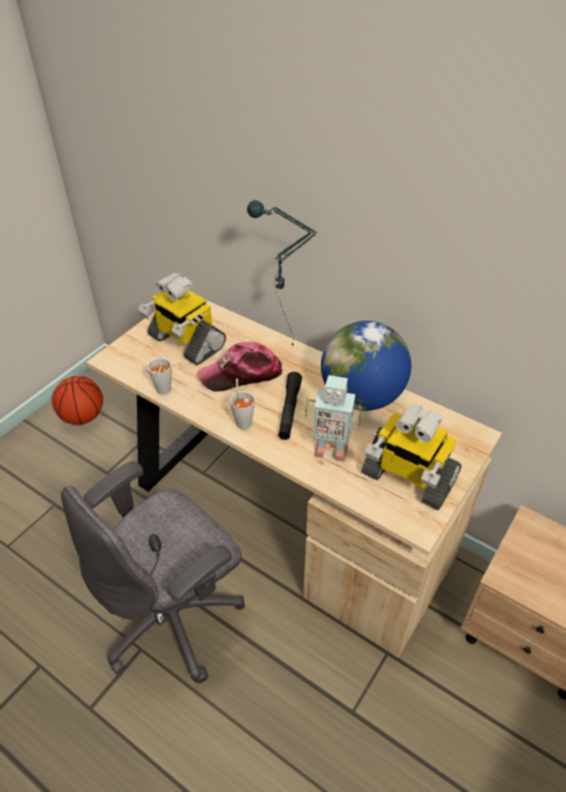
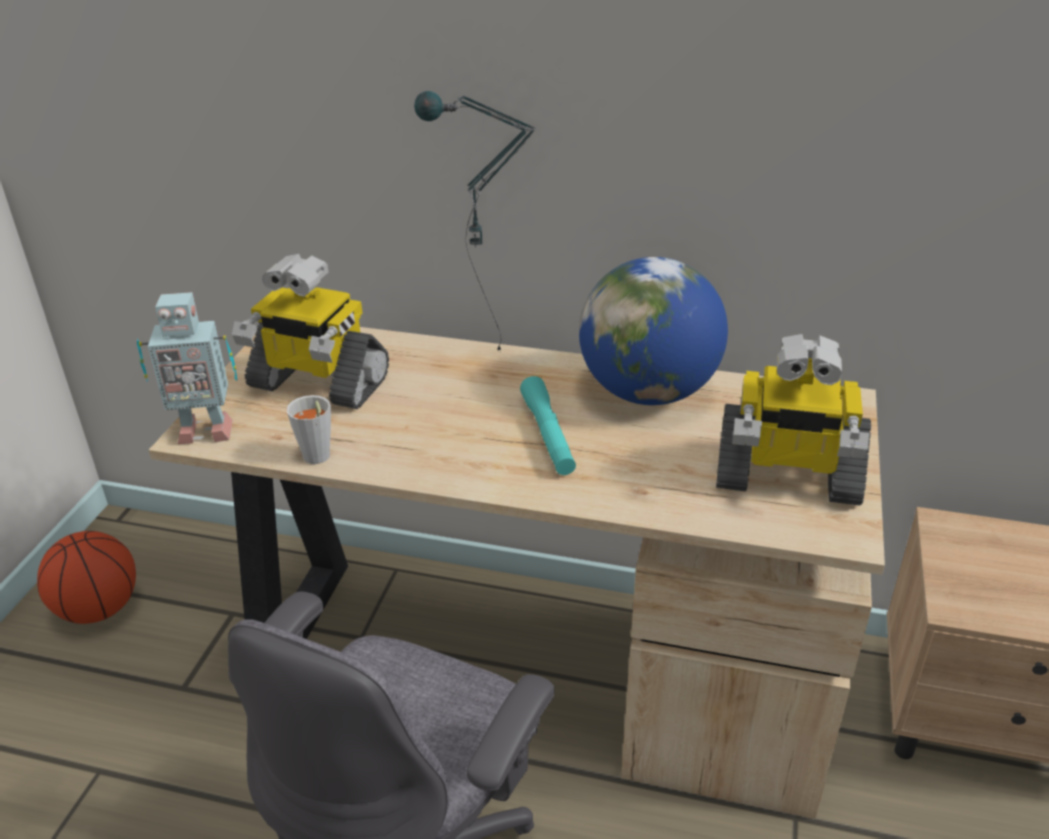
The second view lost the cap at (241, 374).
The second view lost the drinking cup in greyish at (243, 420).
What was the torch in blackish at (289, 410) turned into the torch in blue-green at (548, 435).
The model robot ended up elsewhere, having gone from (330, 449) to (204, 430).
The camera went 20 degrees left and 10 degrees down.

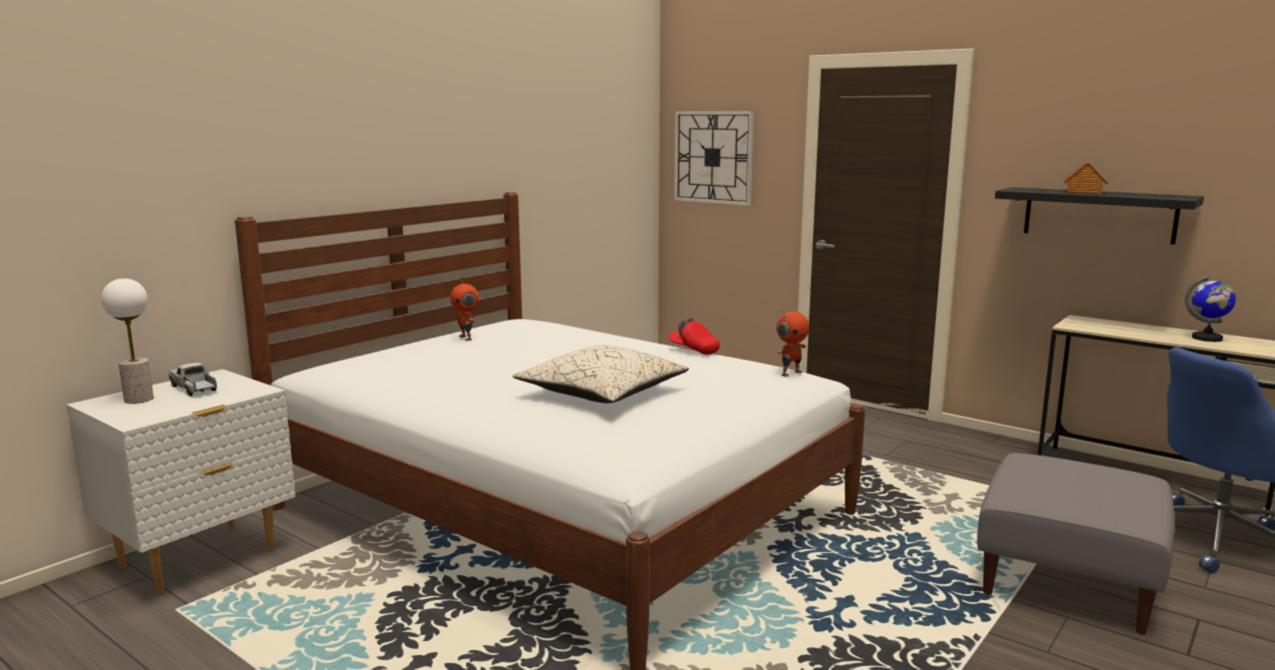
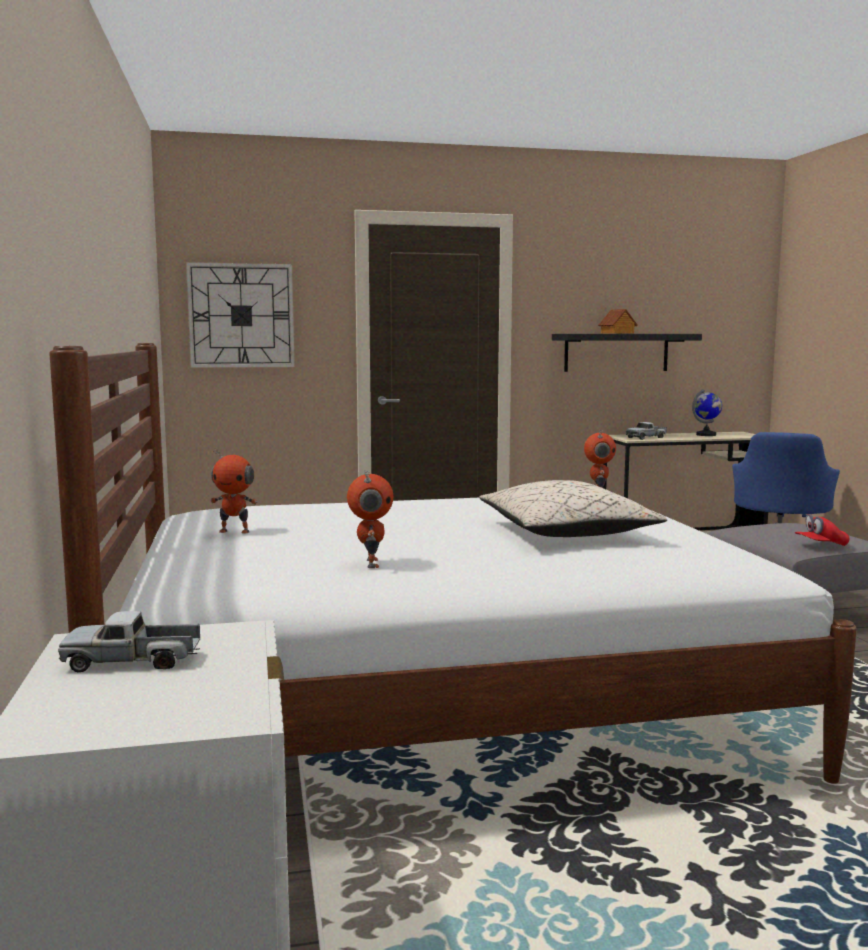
The second view lost the table lamp at (139, 399).
The cap in reddish ended up elsewhere, having gone from (693, 350) to (821, 545).
The second view gained the model robot at (370, 563).
The second view gained the toy truck at (646, 438).
The camera went 50 degrees left and 5 degrees down.

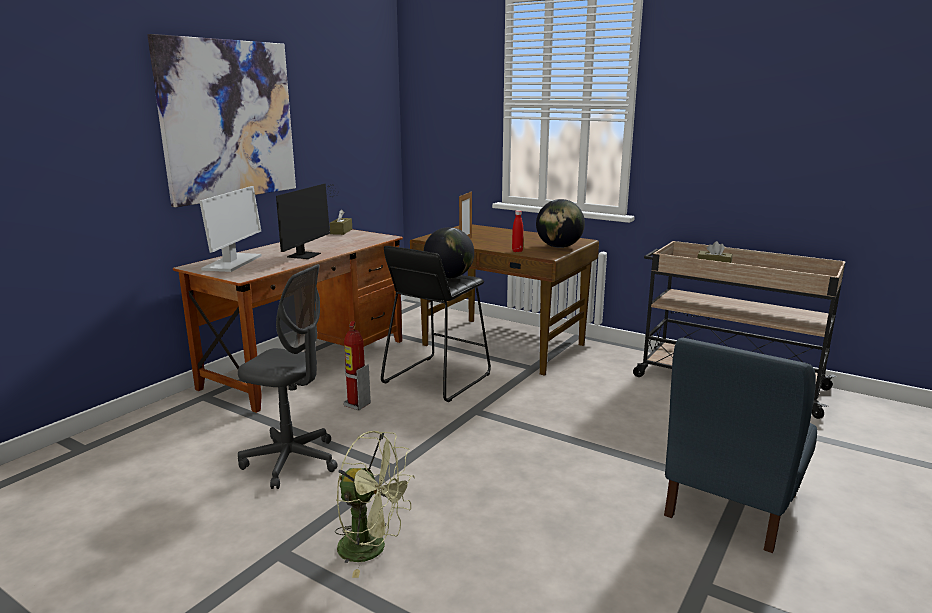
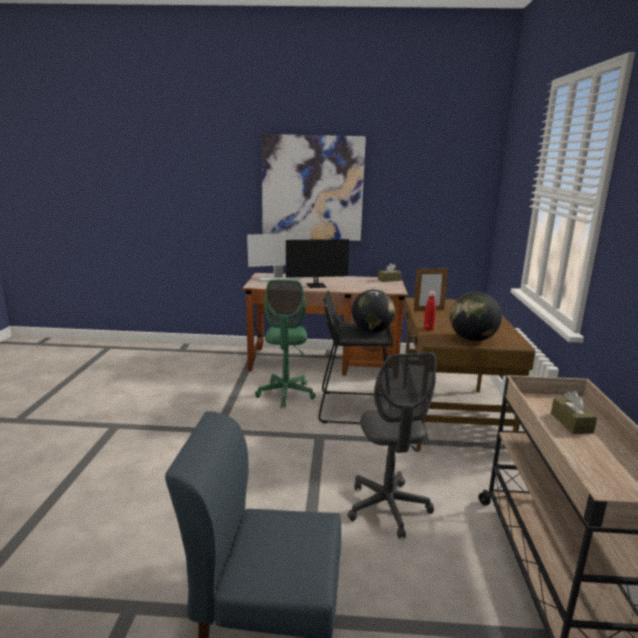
The desk chair in greyish ended up elsewhere, having gone from (291, 461) to (388, 508).
The second view lost the fan in greenish at (372, 548).
Where the fire-fighting cylinder stood at (356, 405), the desk chair in greenish came to stand at (285, 394).
The camera went 60 degrees right and 0 degrees up.

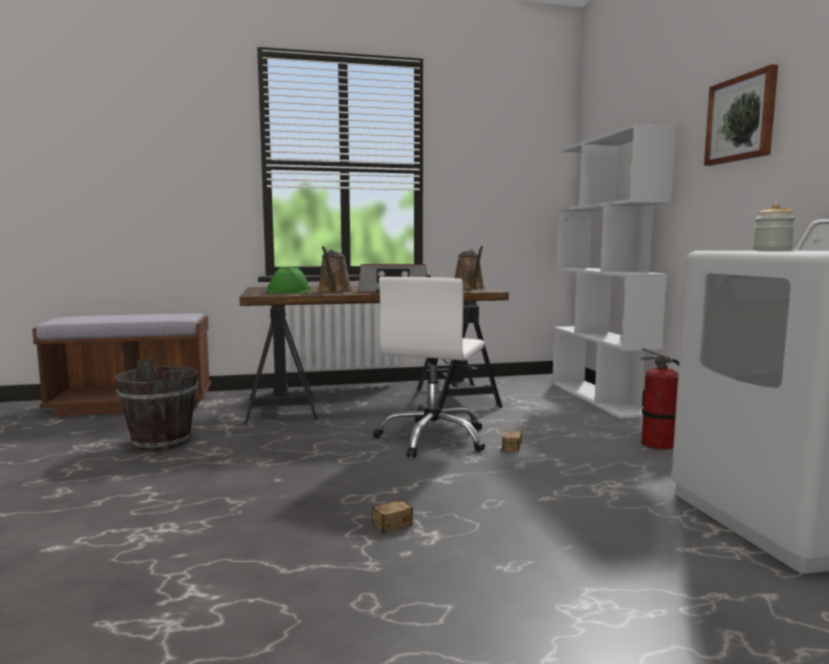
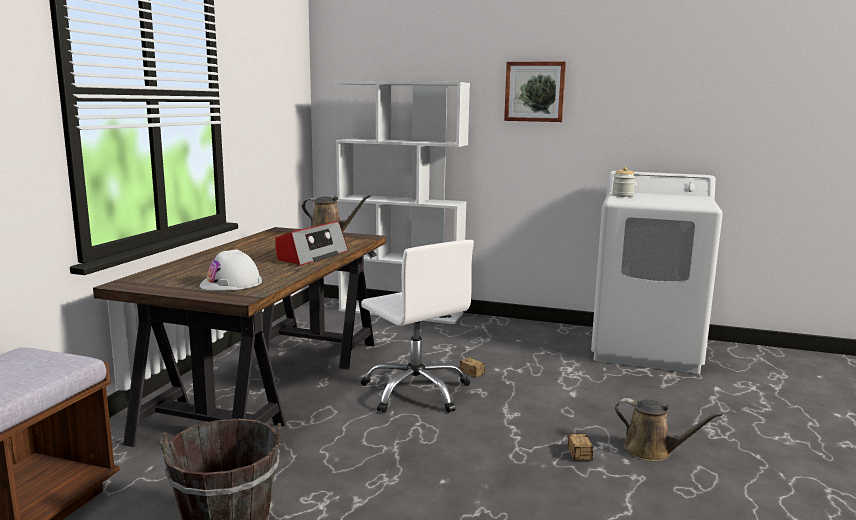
What was the work helmet in greenish at (287, 292) turned into the work helmet in white-coloured at (231, 283).
The sprinkling can in brown ended up elsewhere, having gone from (334, 291) to (652, 451).
The second view lost the fire-fighting cylinder at (658, 445).
The camera went 60 degrees left and 5 degrees up.

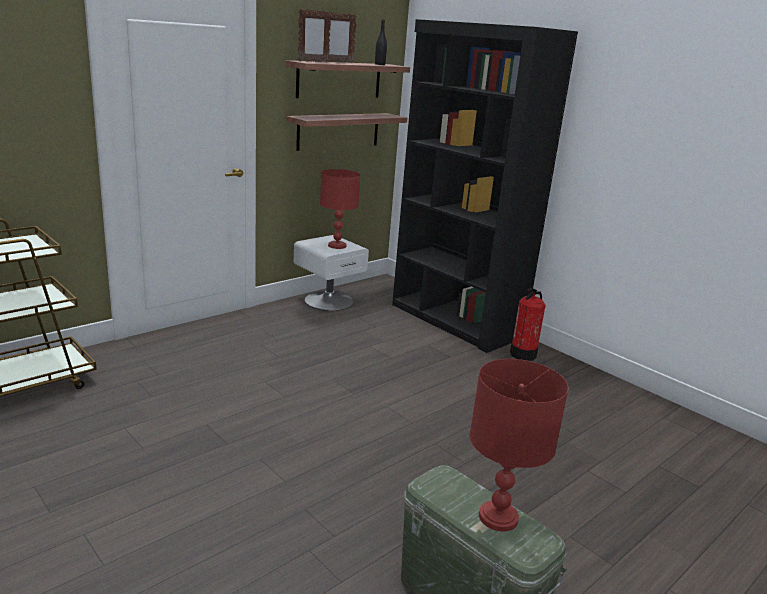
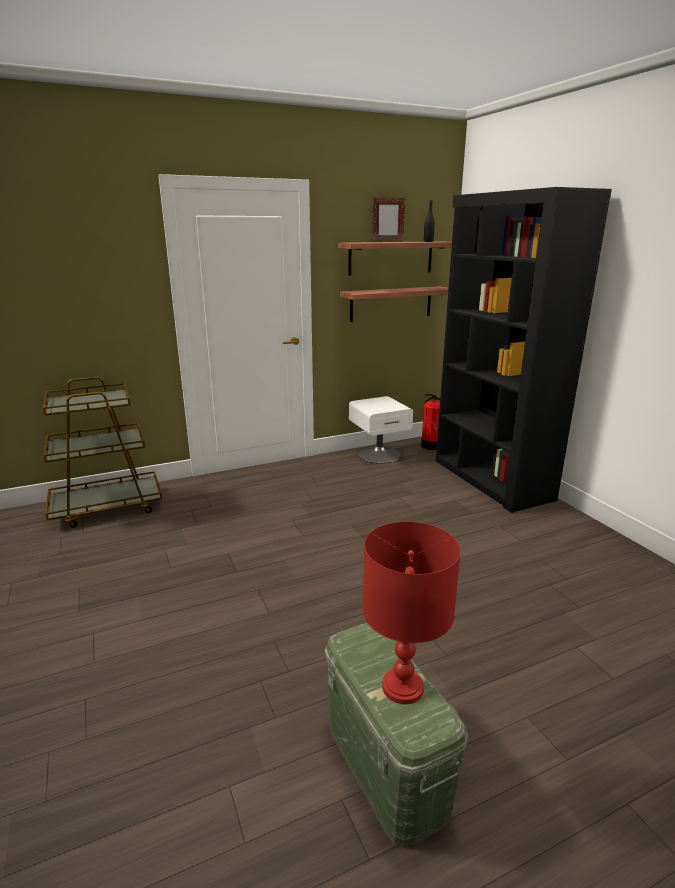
The second view lost the photo frame at (313, 62).
The second view lost the table lamp in reddish at (336, 246).
The fire-fighting cylinder ended up elsewhere, having gone from (523, 354) to (431, 446).
The camera went 20 degrees right and 0 degrees up.

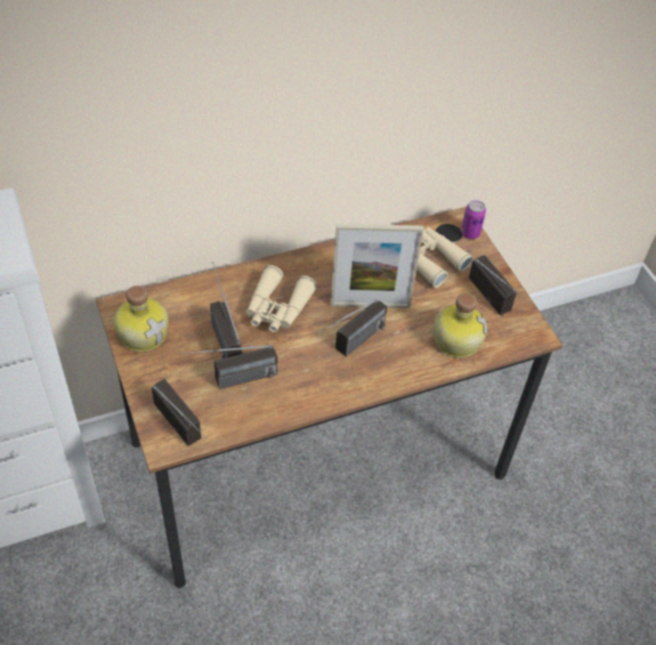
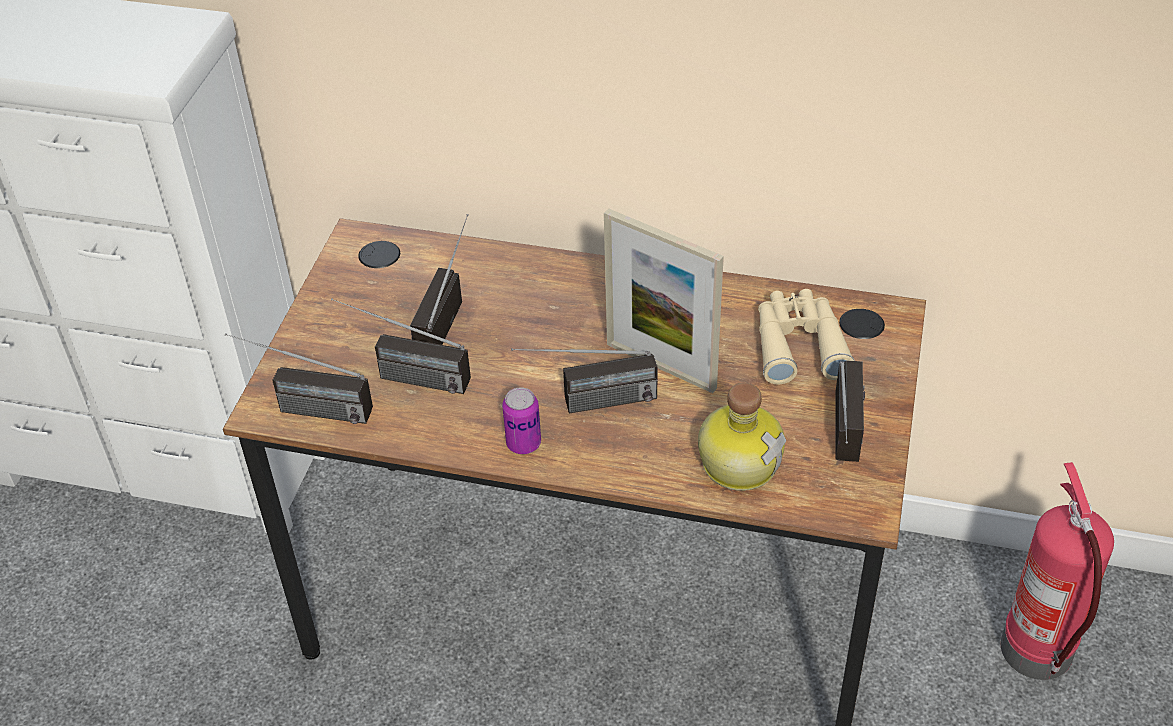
The second view lost the drink bottle at (143, 333).
The radio set at (188, 431) ended up facing another way, 105 degrees clockwise from before.
The second view lost the field glasses in sand-coloured at (277, 309).
The metal can ended up elsewhere, having gone from (470, 233) to (523, 443).
The second view gained the fire-fighting cylinder at (1039, 652).
The camera went 40 degrees right and 5 degrees down.

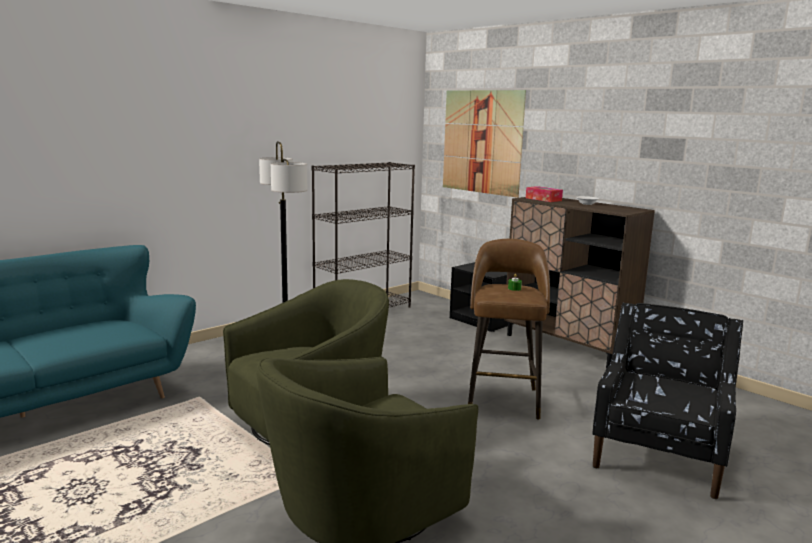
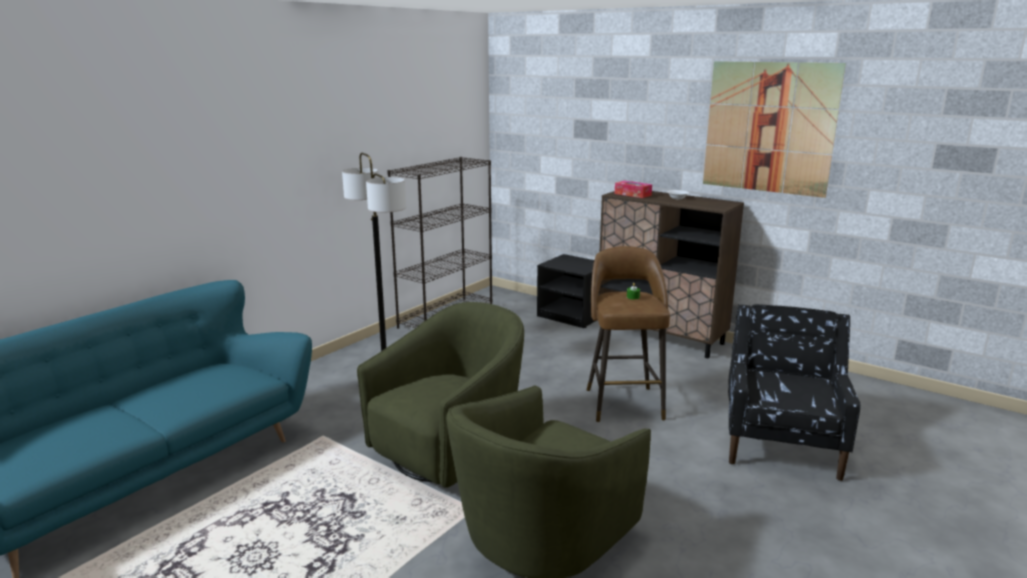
The wall art ended up elsewhere, having gone from (481, 142) to (769, 128).
The camera went 10 degrees left and 5 degrees up.

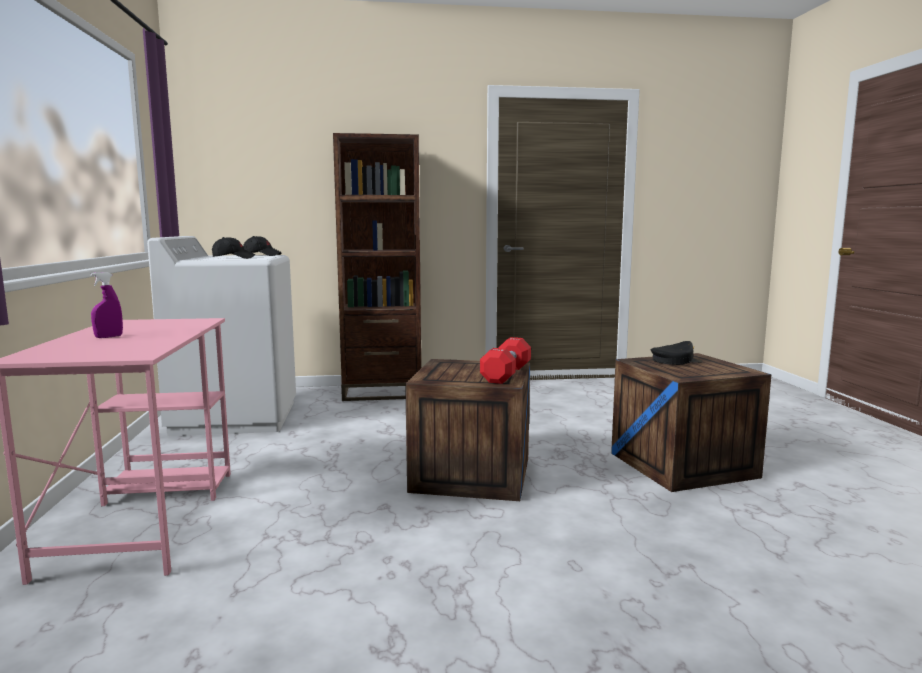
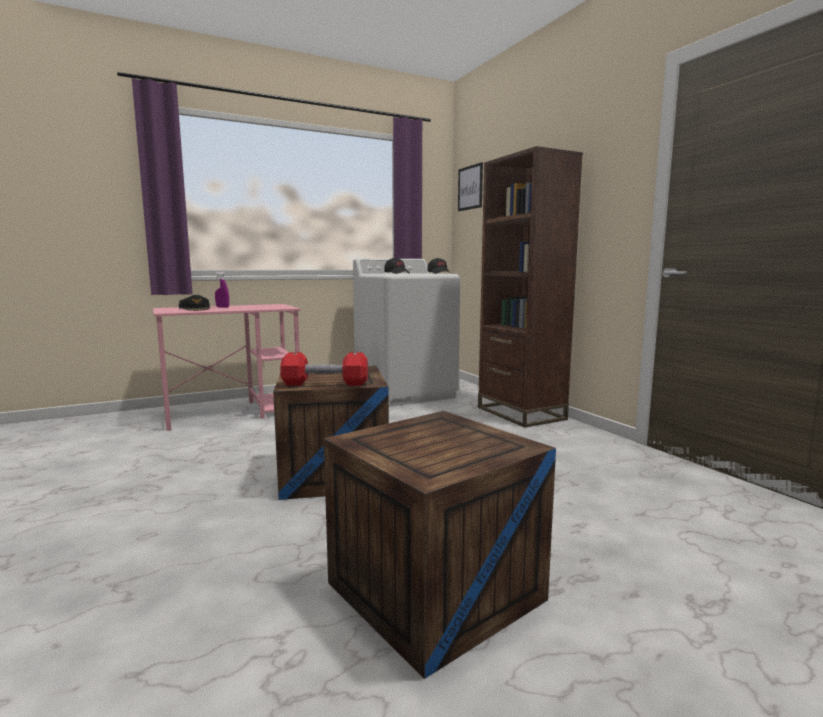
The cap in blackish ended up elsewhere, having gone from (675, 361) to (195, 309).
The second view gained the wall art at (470, 187).
The camera went 70 degrees right and 0 degrees up.

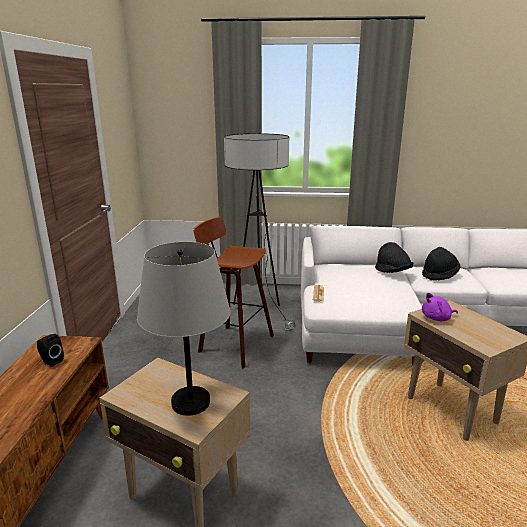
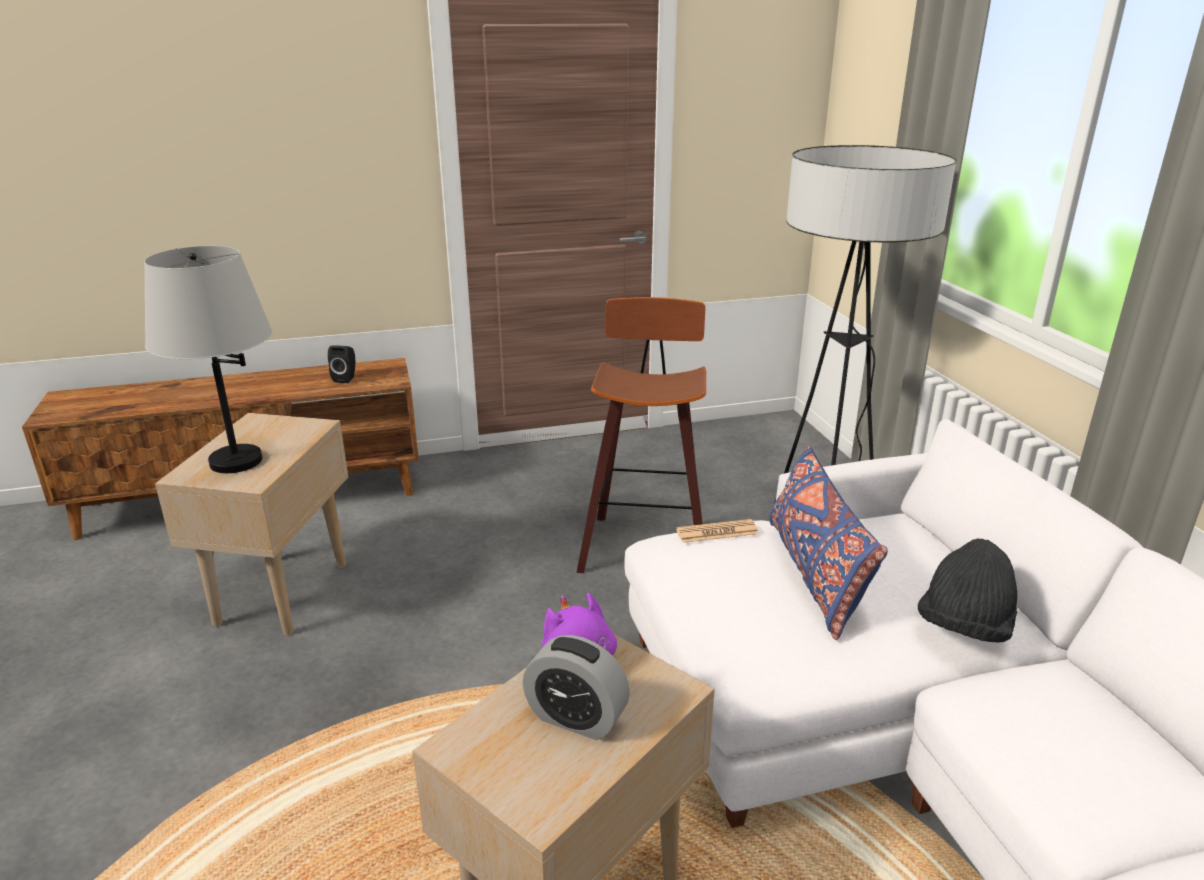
The second view lost the clothing hat in blackish at (439, 275).
The second view gained the alarm clock at (576, 718).
The second view gained the cushion in blue at (815, 573).
The camera went 70 degrees right and 5 degrees up.

